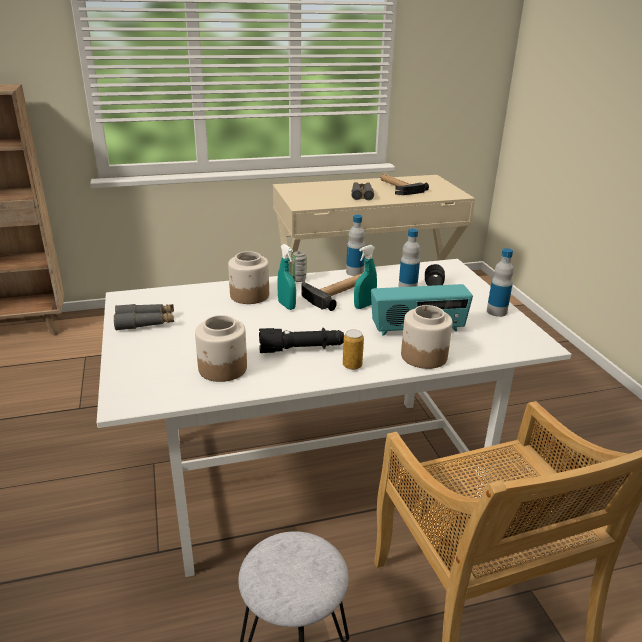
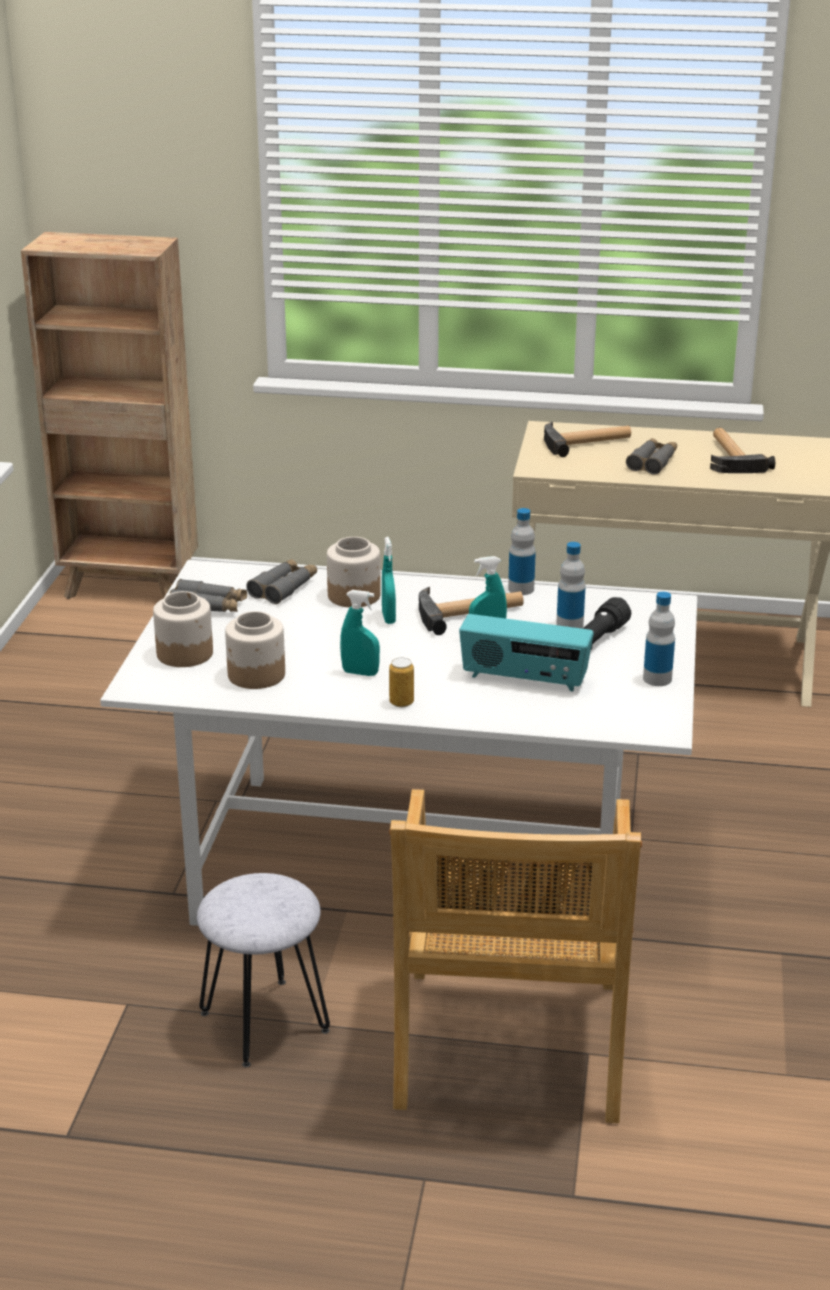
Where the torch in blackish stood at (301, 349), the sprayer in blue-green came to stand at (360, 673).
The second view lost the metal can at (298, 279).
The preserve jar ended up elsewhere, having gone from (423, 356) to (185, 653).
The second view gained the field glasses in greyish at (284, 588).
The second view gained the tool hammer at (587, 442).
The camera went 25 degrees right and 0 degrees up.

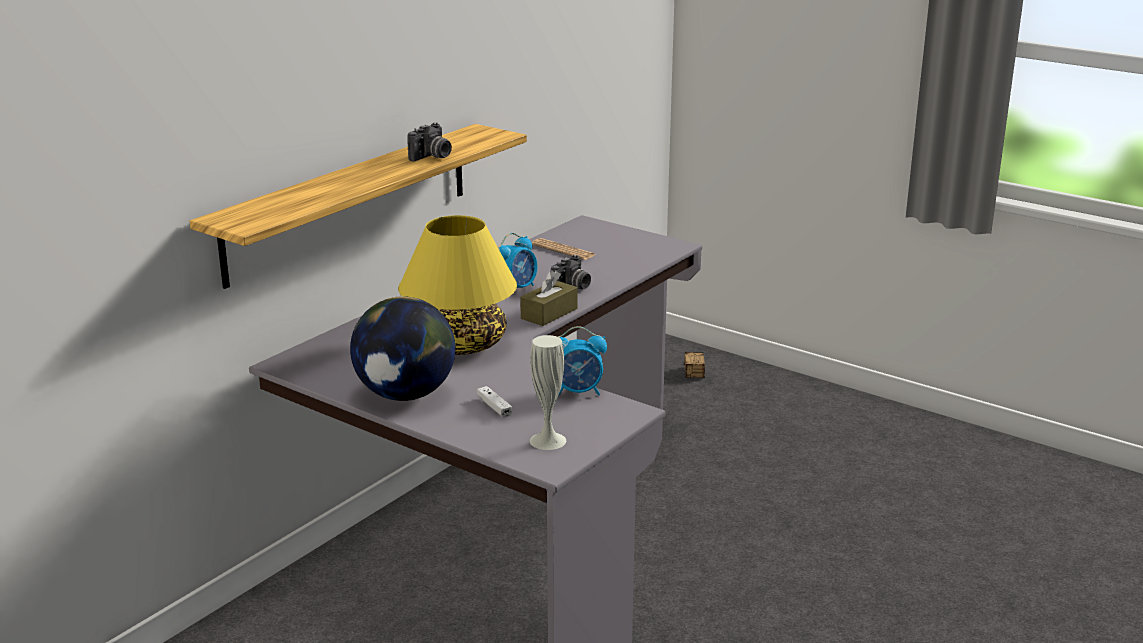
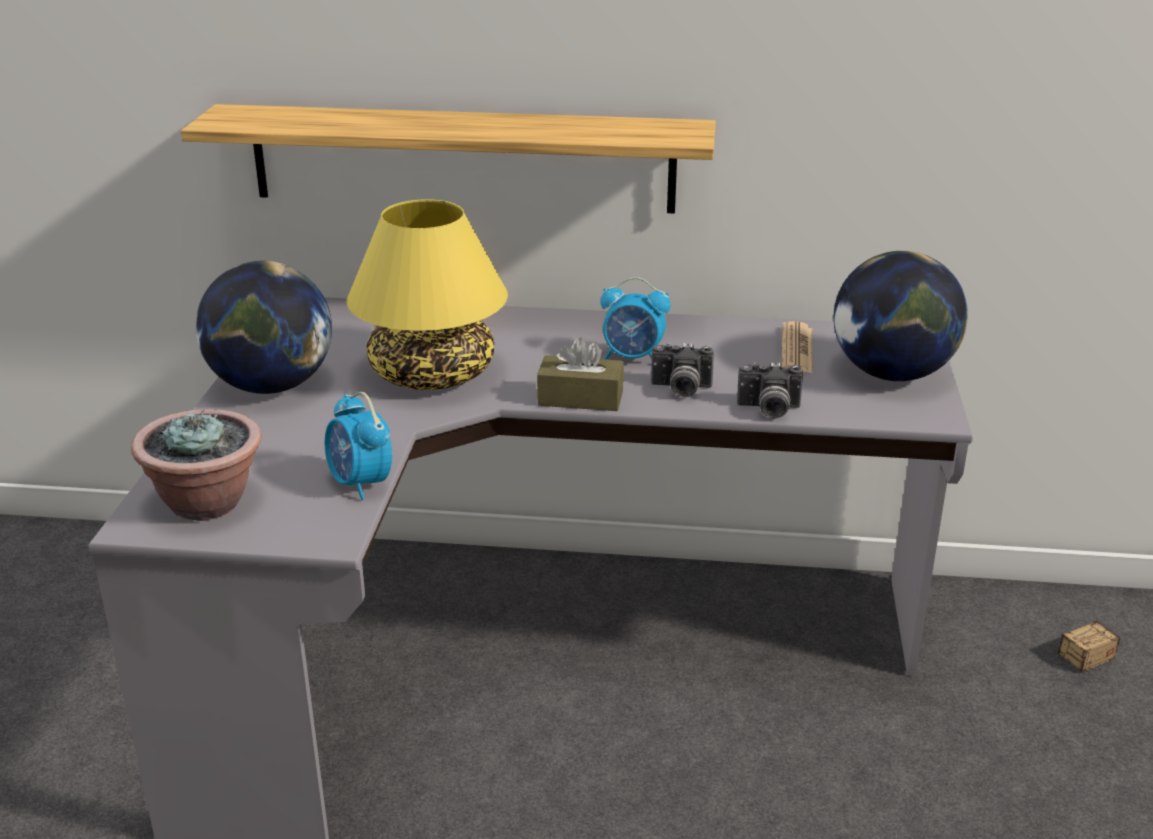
The photo camera ended up elsewhere, having gone from (432, 157) to (768, 410).
The second view lost the joypad in white-coloured at (494, 407).
Where the flower vase in white-coloured stood at (548, 440), the plant in a pot came to stand at (207, 503).
The second view gained the globe at (892, 374).
The camera went 60 degrees right and 5 degrees up.

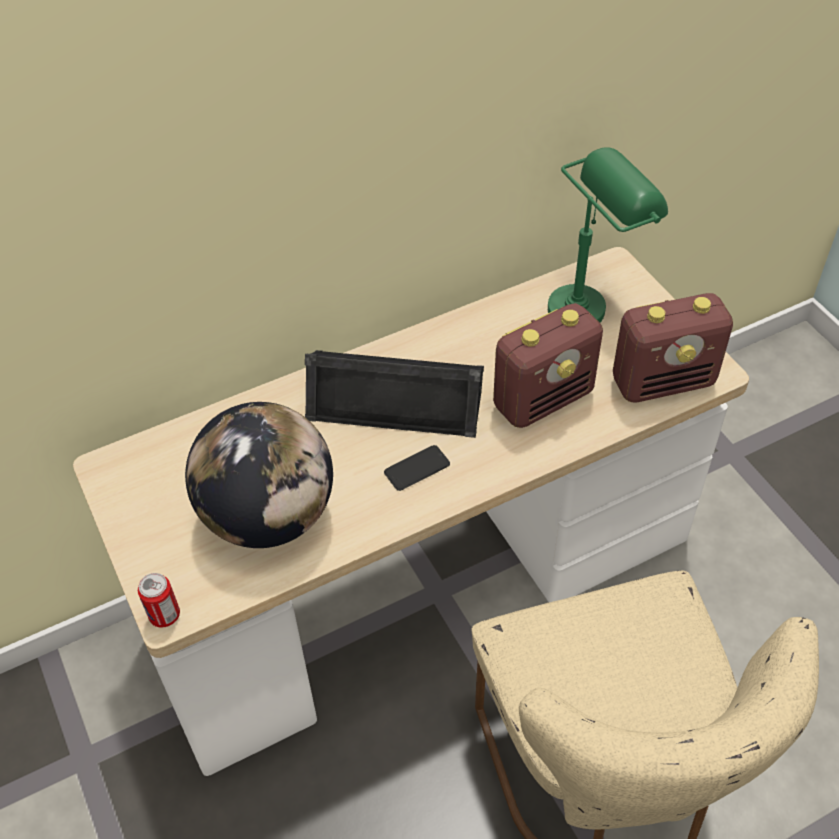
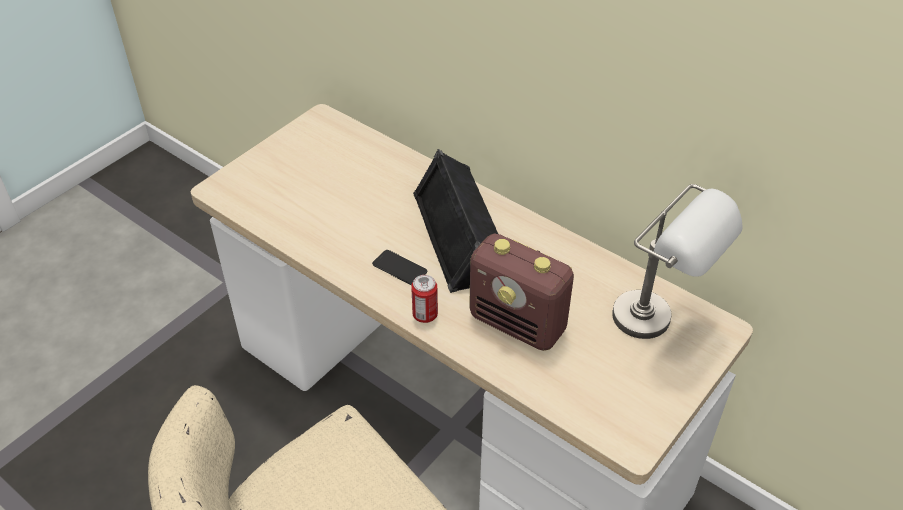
The metal can ended up elsewhere, having gone from (164, 615) to (425, 315).
The second view lost the globe at (269, 516).
What was the table lamp in greenish at (592, 302) turned into the table lamp in greyish at (660, 325).
The second view lost the radio set at (664, 381).
The camera went 65 degrees right and 5 degrees down.

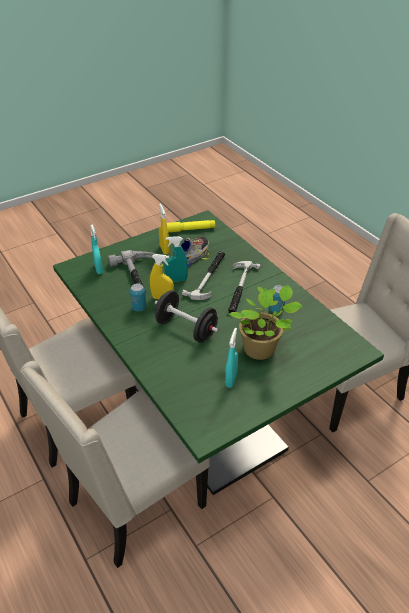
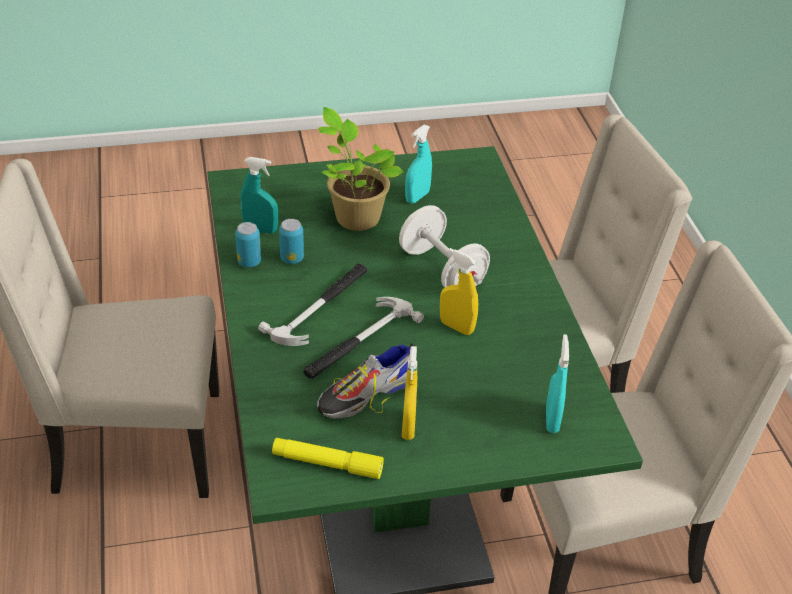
The second view lost the tool hammer at (139, 275).
The metal can ended up elsewhere, having gone from (139, 308) to (249, 262).
What was the dumbbell in blackish at (186, 328) turned into the dumbbell in white-coloured at (442, 270).
The sprayer in blue-green ended up elsewhere, having gone from (176, 280) to (260, 230).
The camera went 160 degrees left and 0 degrees up.

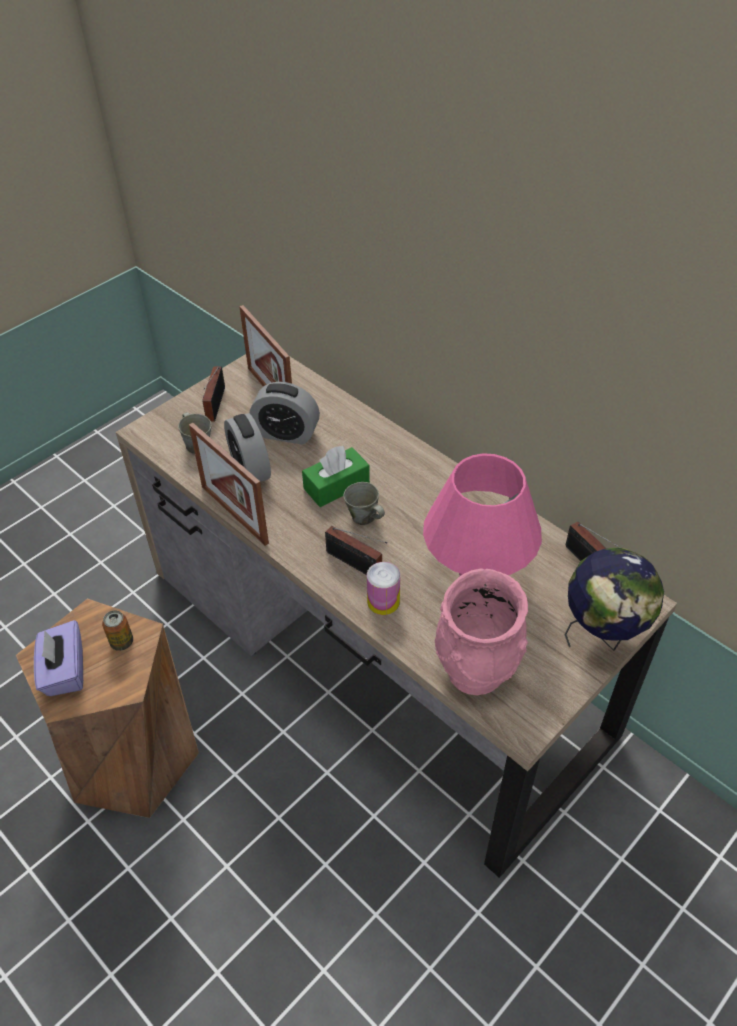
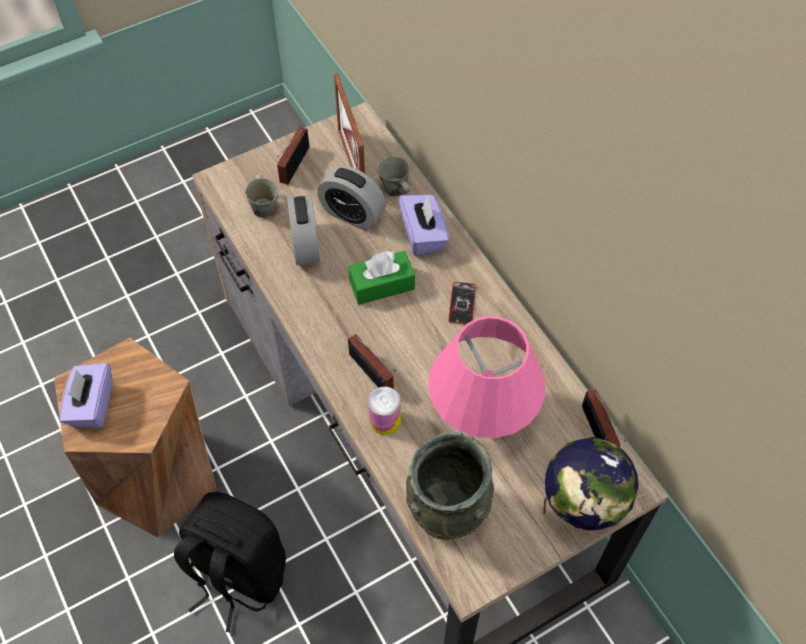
The second view lost the metal can at (122, 642).
The second view lost the photo frame at (234, 514).
The tea mug in greyish ended up elsewhere, having gone from (364, 517) to (395, 189).
What was the flower vase in pink-coloured at (475, 668) turned into the flower vase in greyish at (447, 511).
The second view gained the knapsack in blackish at (237, 575).
The second view gained the tissue box in purplish at (423, 235).
The second view gained the telephone at (462, 303).
The camera went 15 degrees right and 10 degrees up.

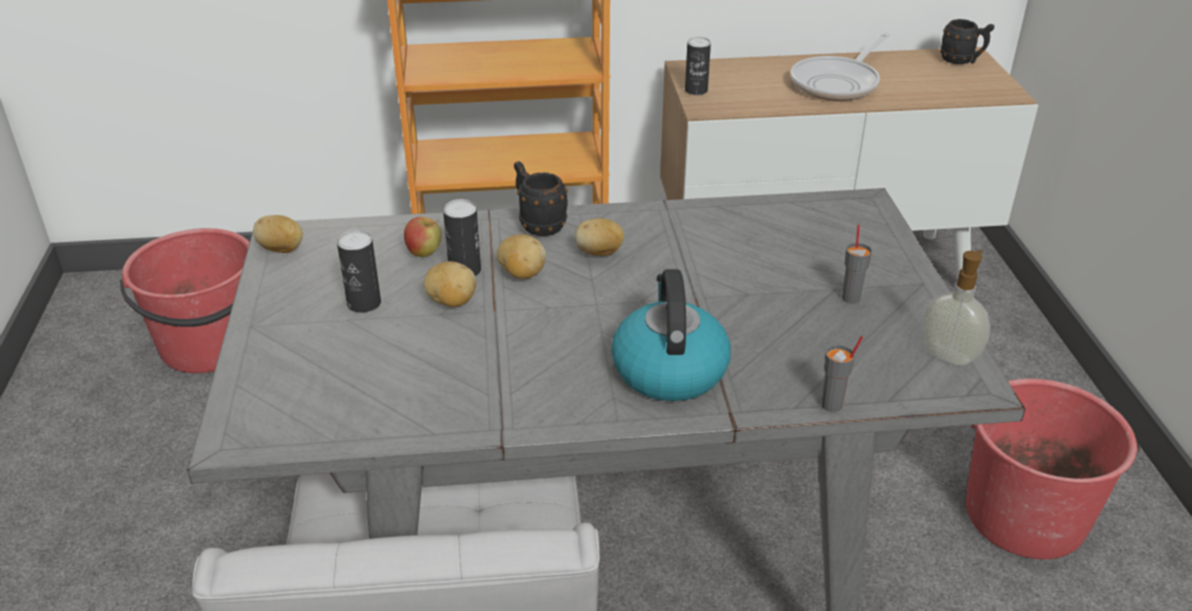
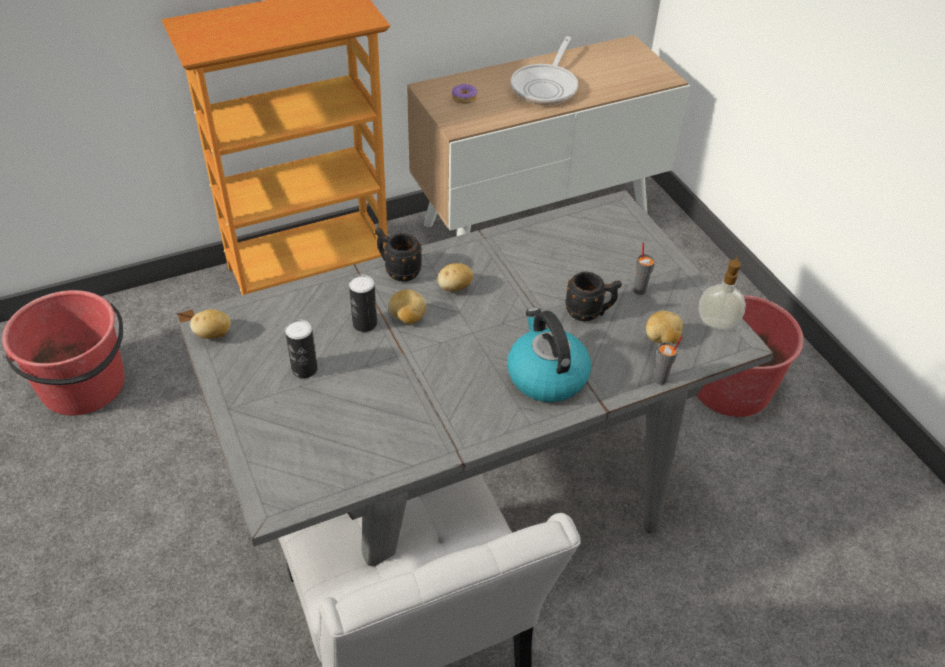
The second view lost the apple at (424, 253).
The whole potato ended up elsewhere, having gone from (451, 302) to (661, 339).
The second view lost the metal can at (696, 90).
The tea mug in blackish ended up elsewhere, having gone from (962, 61) to (589, 313).
The second view gained the ring doughnut at (464, 98).
The camera went 20 degrees left and 10 degrees up.

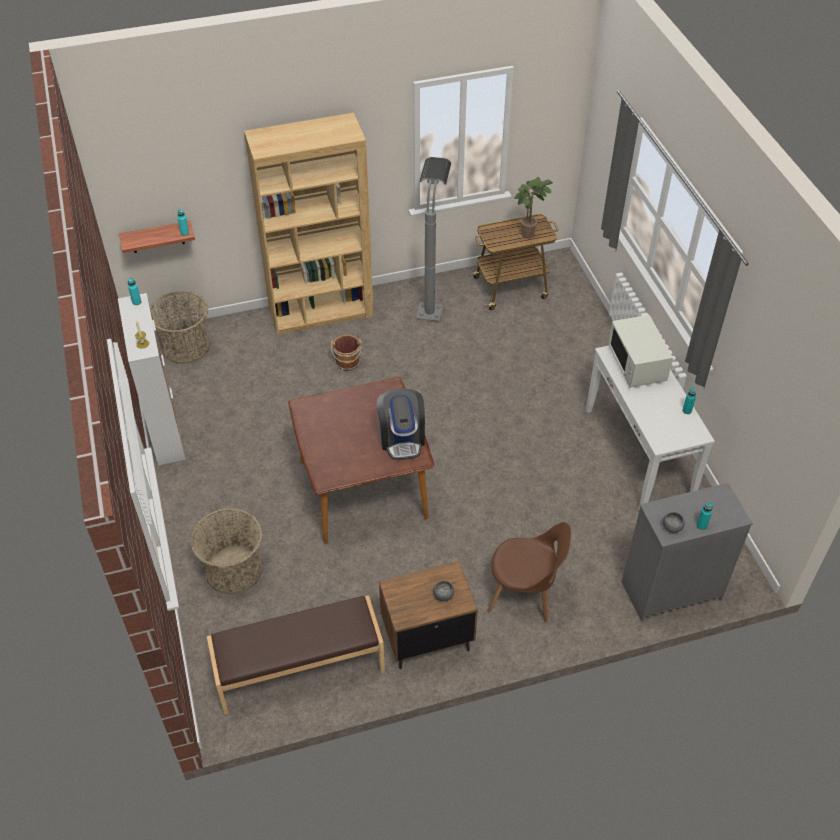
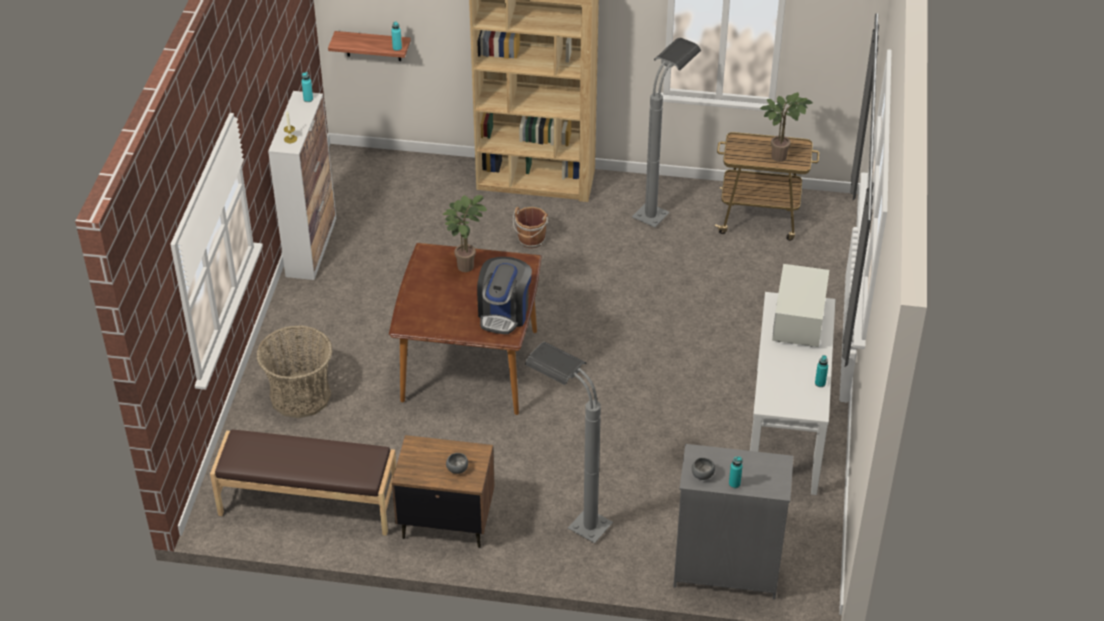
The second view lost the household basket at (186, 346).
Where the upright chair in brown stood at (524, 593), the standard lamp in greyish came to stand at (570, 517).
The second view gained the plant in a pot at (465, 264).
The camera went 25 degrees right and 5 degrees down.

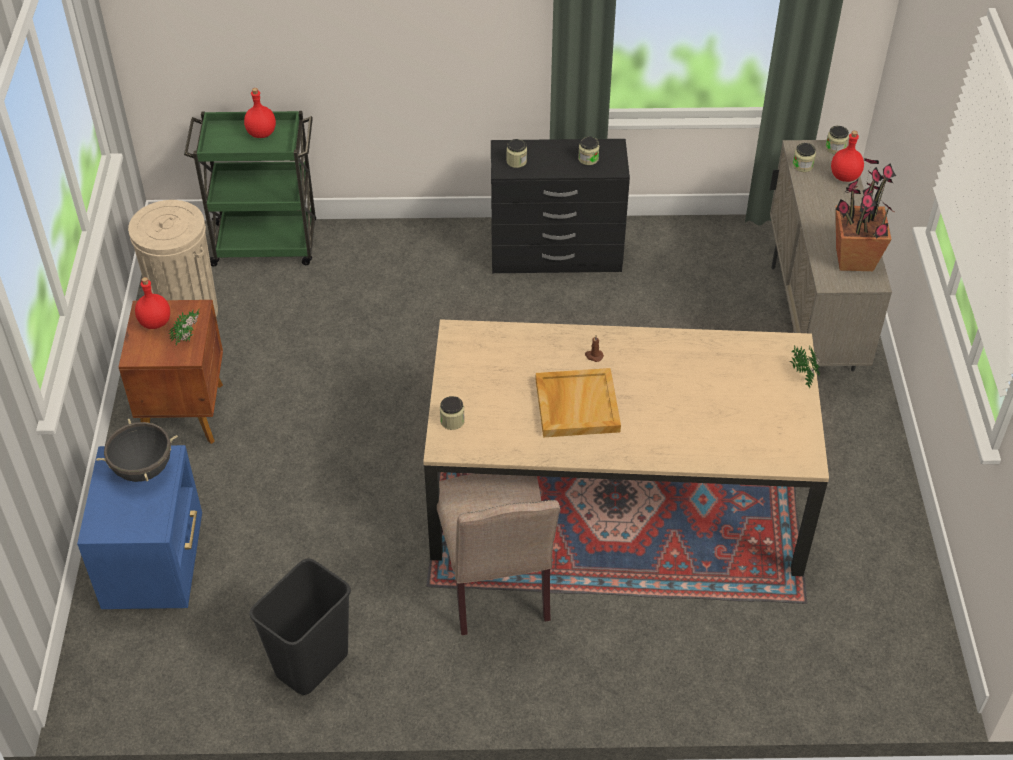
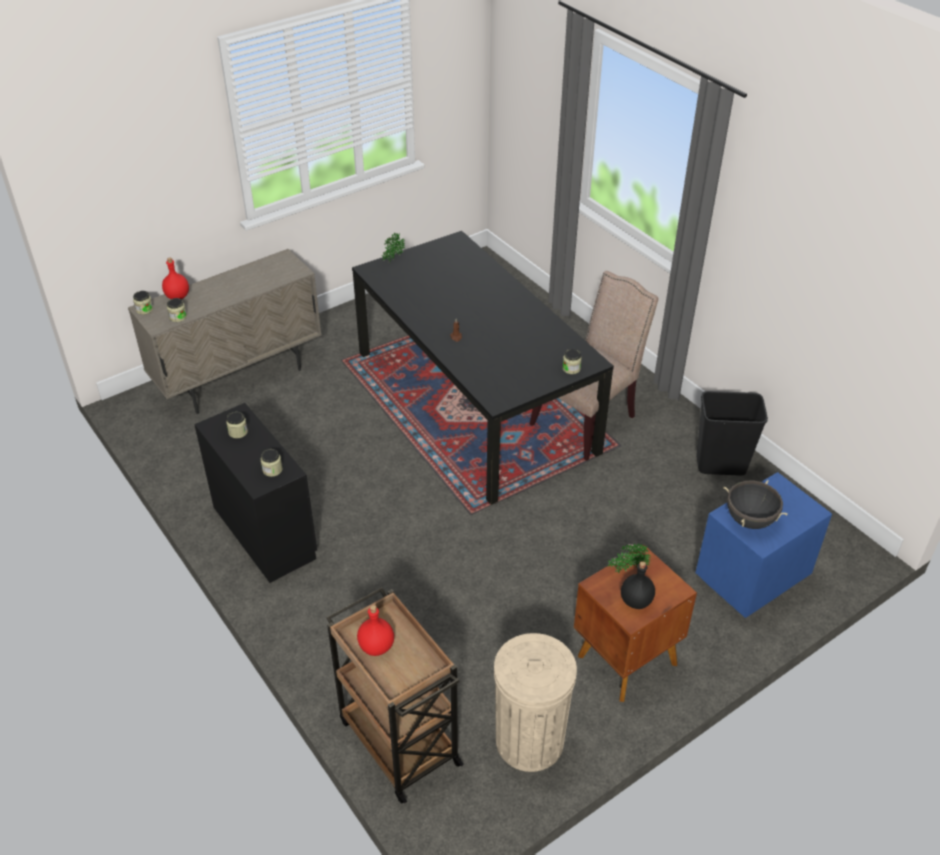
What was the drink bottle in reddish at (155, 322) turned into the drink bottle in blackish at (635, 601).
What was the trolley in greenish at (267, 244) turned into the trolley in brown at (398, 740).
What was the dining table in sand-coloured at (617, 495) turned into the dining table in blackish at (473, 401).
The second view lost the tray in sand-coloured at (576, 405).
The second view lost the plant in a pot at (853, 259).
The camera went 125 degrees left and 5 degrees down.

